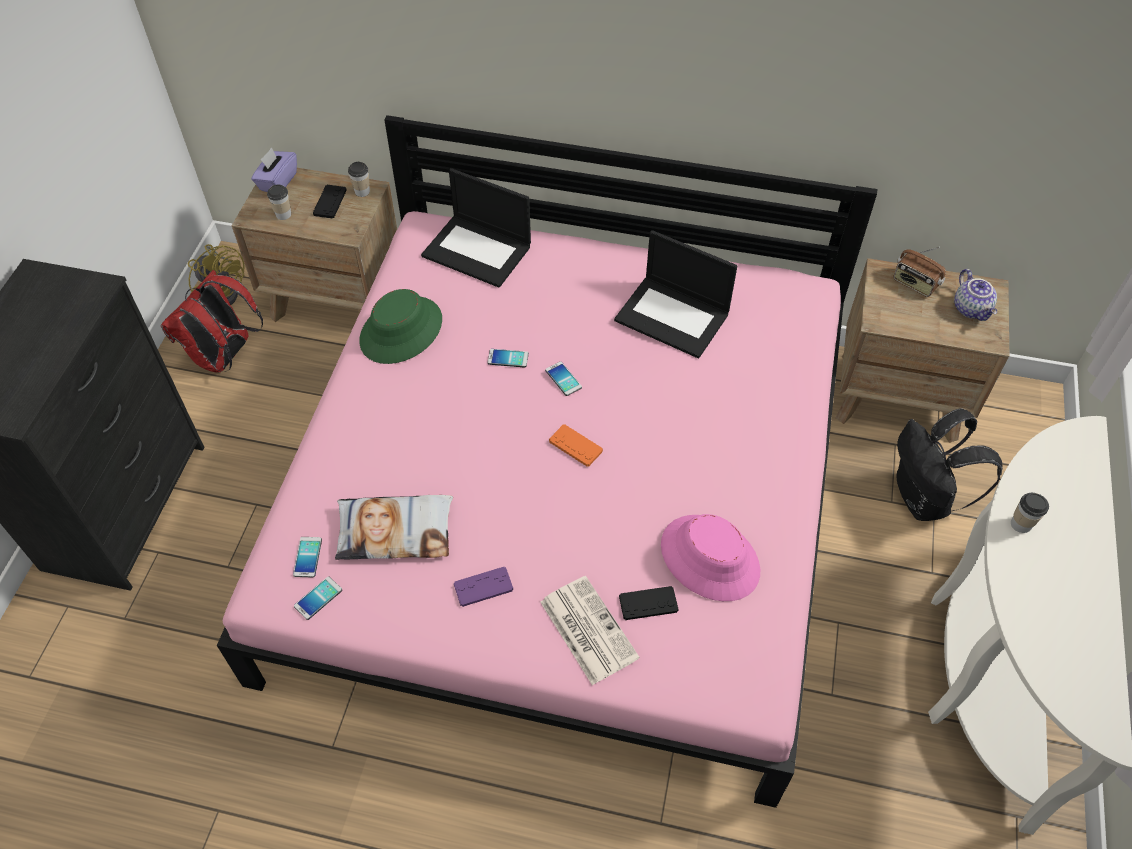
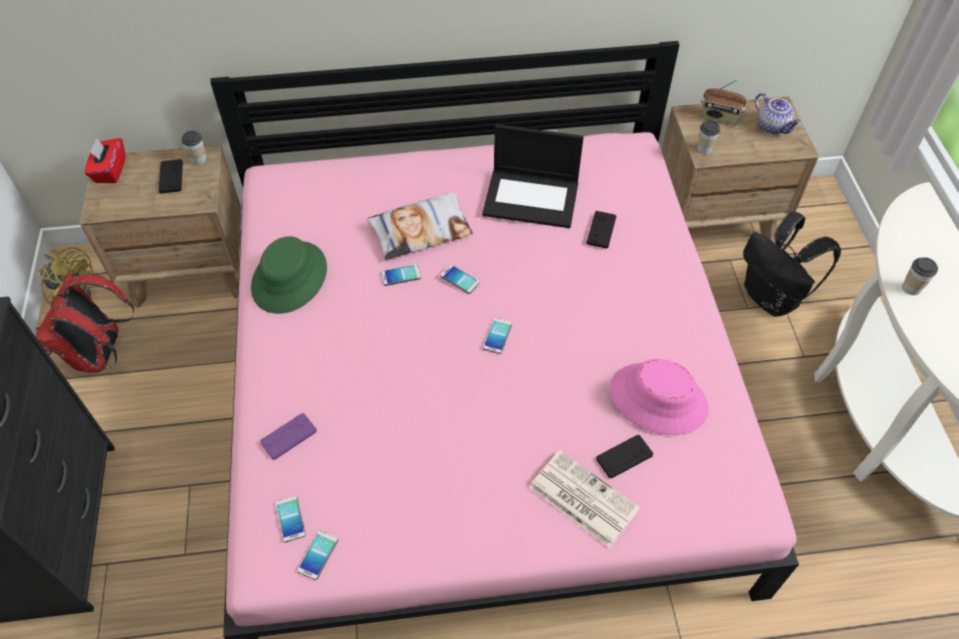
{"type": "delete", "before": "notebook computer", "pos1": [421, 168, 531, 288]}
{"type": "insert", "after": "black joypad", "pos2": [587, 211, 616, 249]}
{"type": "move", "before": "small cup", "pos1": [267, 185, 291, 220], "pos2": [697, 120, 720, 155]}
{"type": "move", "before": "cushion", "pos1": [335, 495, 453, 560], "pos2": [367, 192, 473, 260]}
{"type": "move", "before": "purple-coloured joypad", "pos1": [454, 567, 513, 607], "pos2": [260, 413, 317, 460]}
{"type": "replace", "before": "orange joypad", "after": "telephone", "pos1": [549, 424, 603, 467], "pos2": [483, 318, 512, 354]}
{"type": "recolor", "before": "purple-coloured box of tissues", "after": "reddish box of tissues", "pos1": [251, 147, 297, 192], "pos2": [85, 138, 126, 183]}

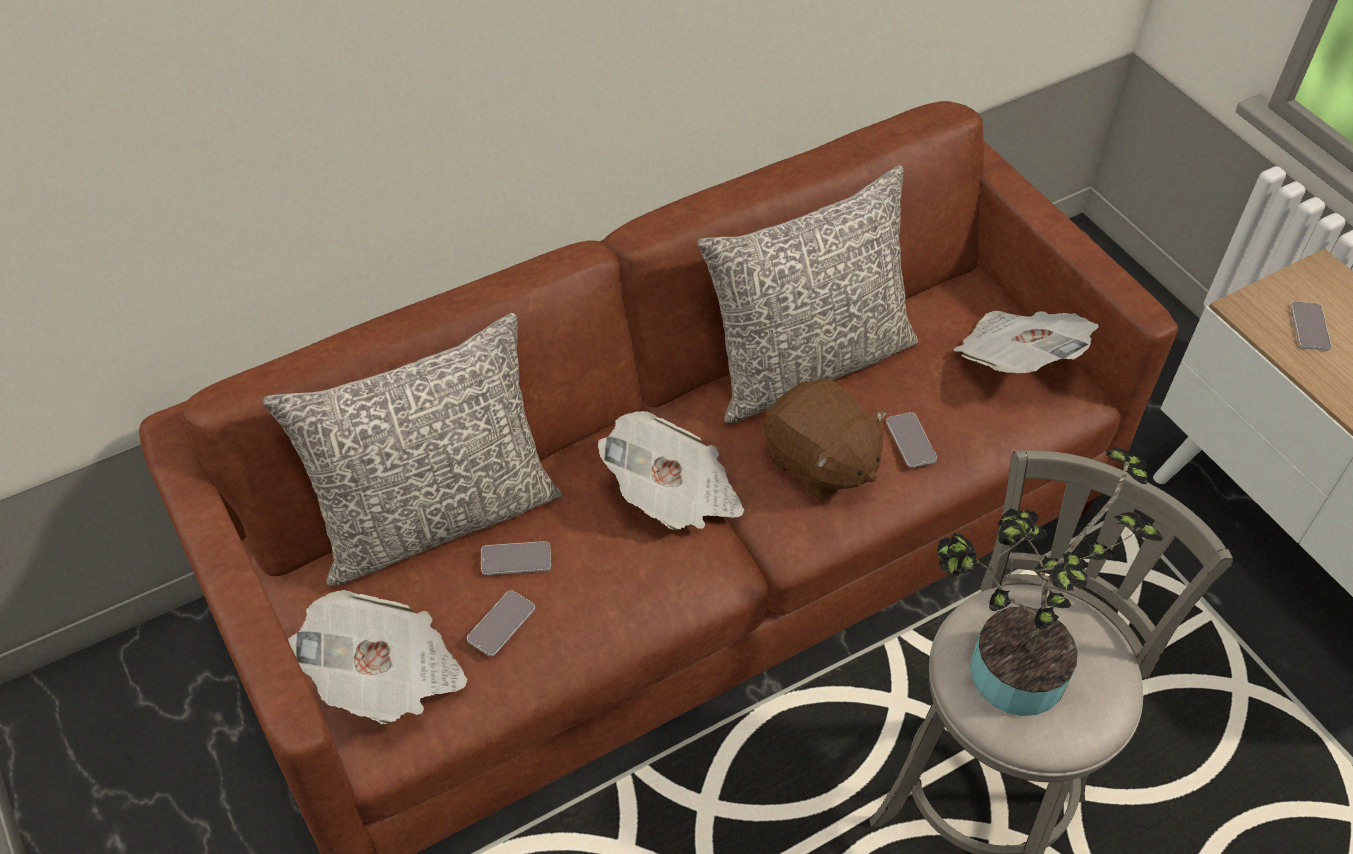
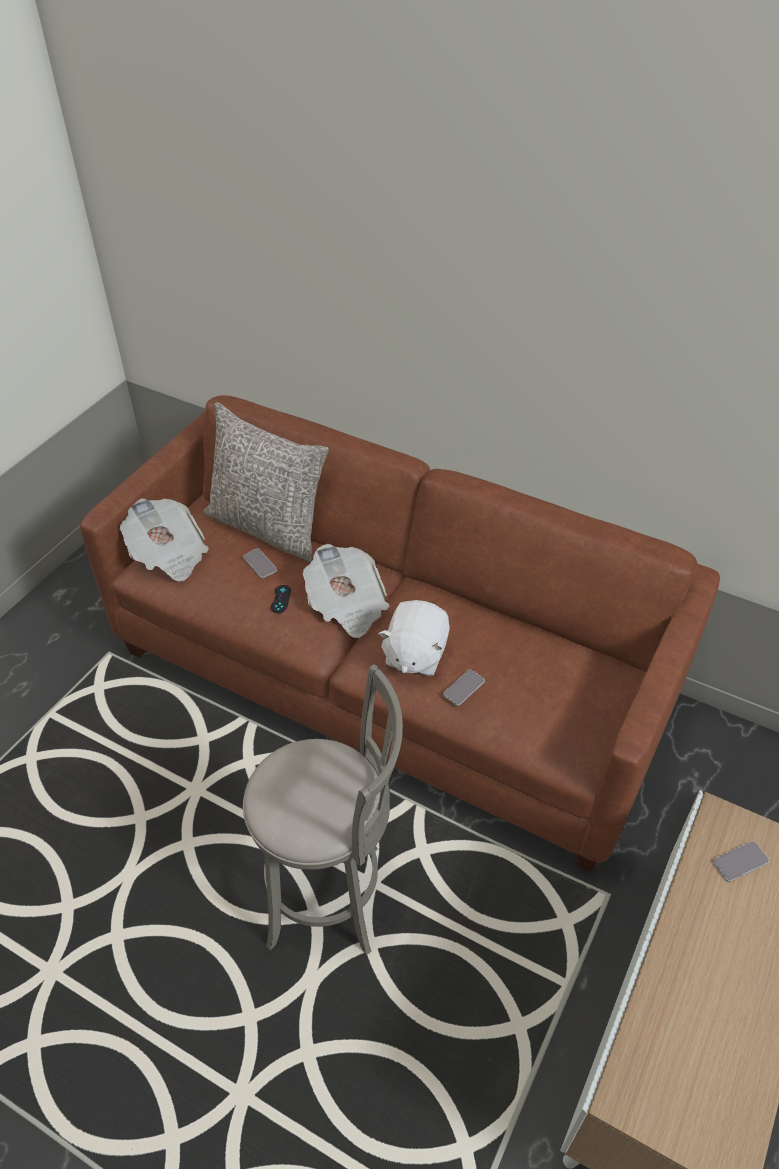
{"type": "delete", "before": "telephone", "pos1": [467, 590, 535, 657]}
{"type": "delete", "before": "grey cushion", "pos1": [697, 165, 918, 423]}
{"type": "delete", "before": "plant in a pot", "pos1": [937, 447, 1163, 716]}
{"type": "delete", "before": "newspaper", "pos1": [954, 310, 1099, 373]}
{"type": "insert", "after": "black joypad", "pos2": [271, 585, 291, 613]}
{"type": "recolor", "before": "brown cuddly toy", "after": "whitish cuddly toy", "pos1": [763, 378, 887, 501], "pos2": [378, 600, 450, 676]}

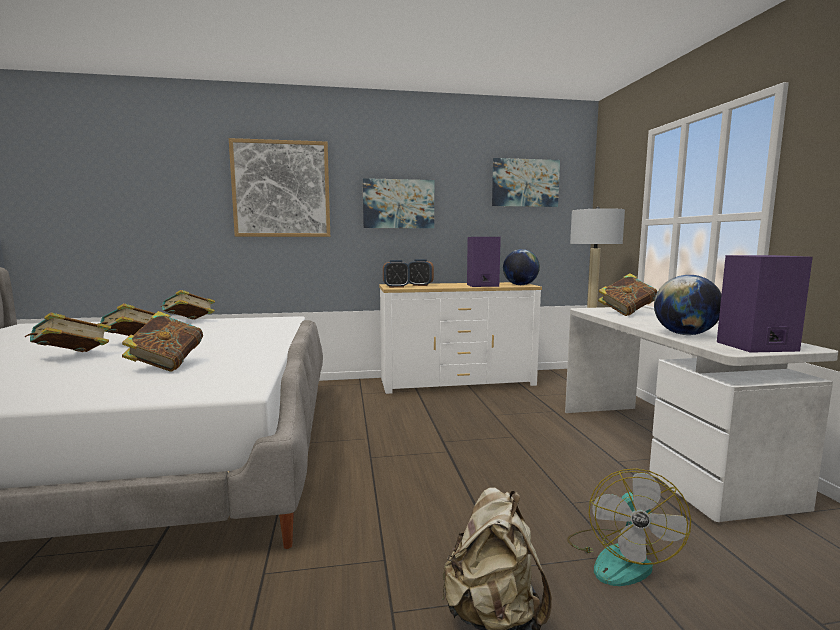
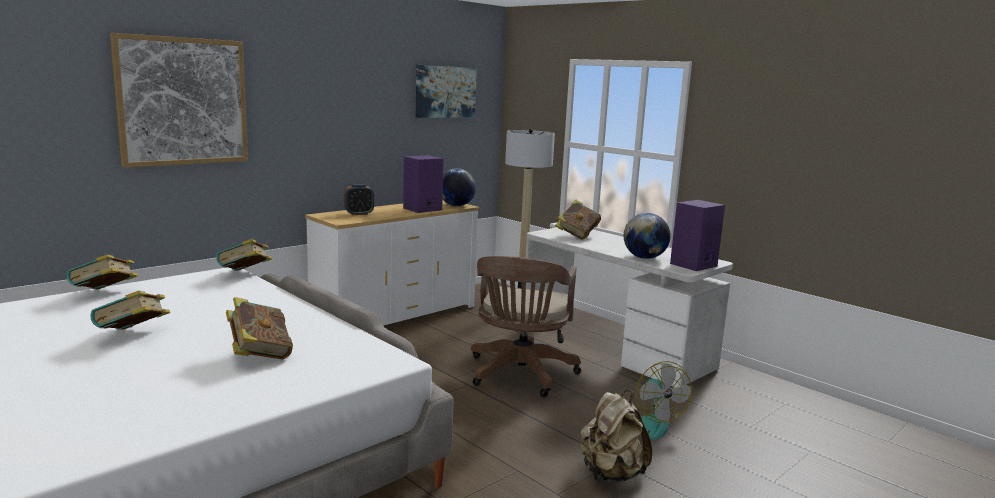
{"type": "delete", "before": "picture", "pos1": [363, 178, 434, 228]}
{"type": "delete", "before": "table clock", "pos1": [383, 260, 410, 288]}
{"type": "insert", "after": "brown office chair", "pos2": [471, 256, 581, 397]}
{"type": "move", "before": "book", "pos1": [25, 313, 111, 352], "pos2": [216, 239, 272, 271]}

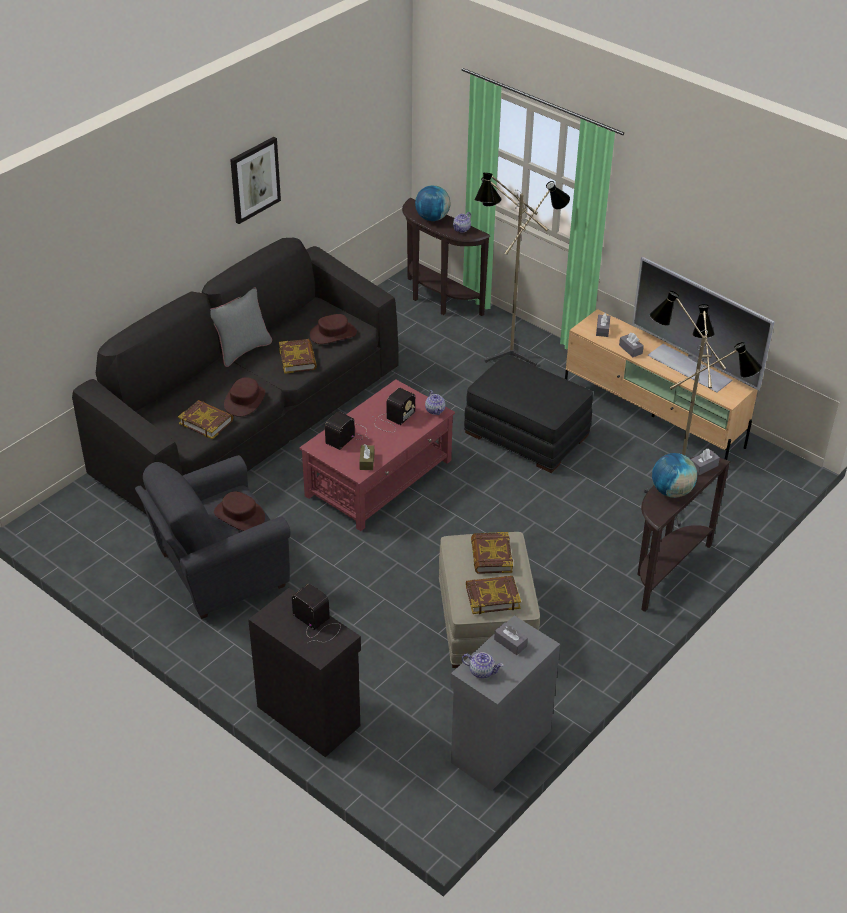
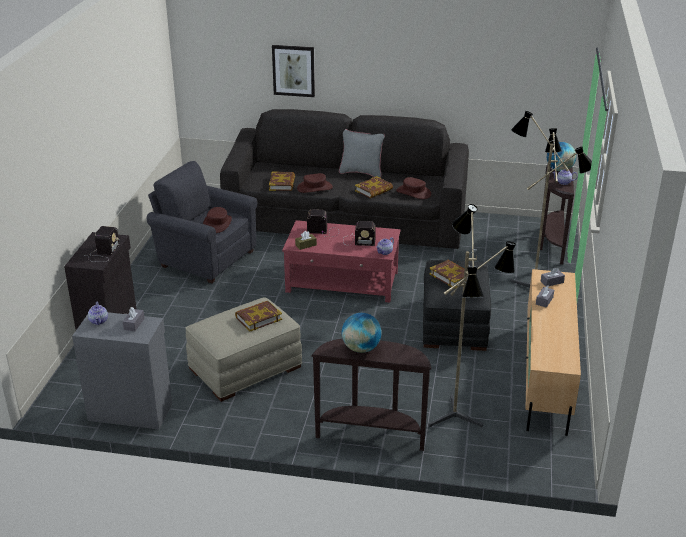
{"type": "delete", "before": "television", "pos1": [632, 257, 774, 392]}
{"type": "delete", "before": "grey box of tissues", "pos1": [691, 449, 720, 475]}
{"type": "move", "before": "picture", "pos1": [230, 137, 281, 224], "pos2": [272, 45, 315, 97]}
{"type": "move", "before": "book", "pos1": [466, 576, 521, 614], "pos2": [429, 260, 468, 289]}

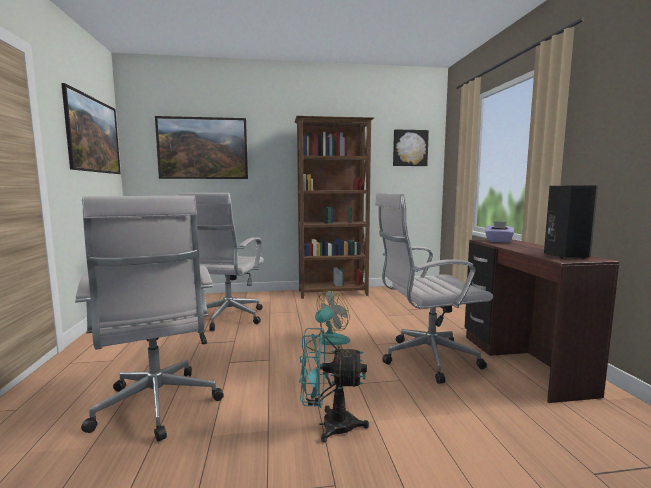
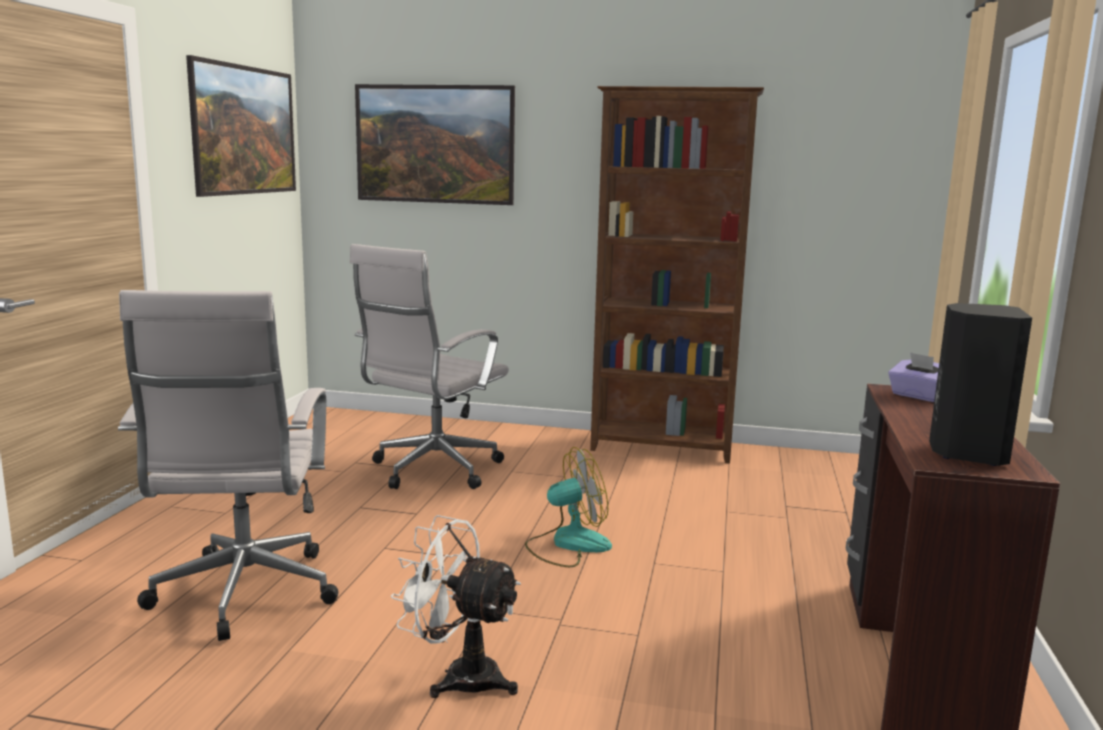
{"type": "delete", "before": "whitish office chair", "pos1": [375, 193, 493, 384]}
{"type": "delete", "before": "picture", "pos1": [393, 129, 429, 166]}
{"type": "recolor", "before": "blue-green fan", "after": "whitish fan", "pos1": [299, 328, 369, 443], "pos2": [391, 515, 521, 698]}

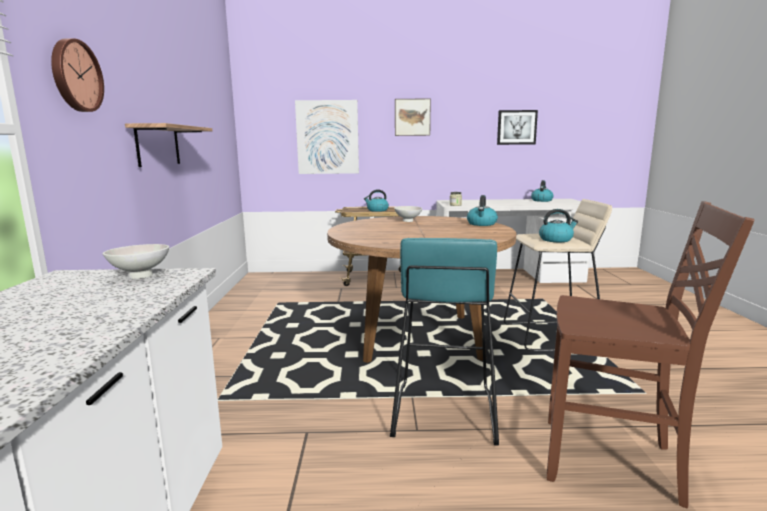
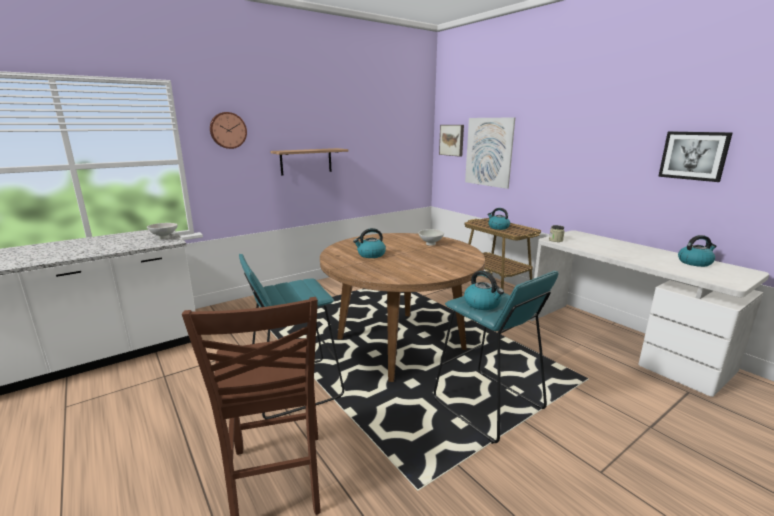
{"type": "move", "before": "picture", "pos1": [395, 98, 431, 136], "pos2": [439, 125, 464, 157]}
{"type": "move", "before": "water kettle", "pos1": [467, 195, 498, 226], "pos2": [353, 228, 386, 258]}
{"type": "recolor", "before": "beige stool", "after": "blue-green stool", "pos1": [504, 199, 612, 351], "pos2": [434, 271, 558, 444]}

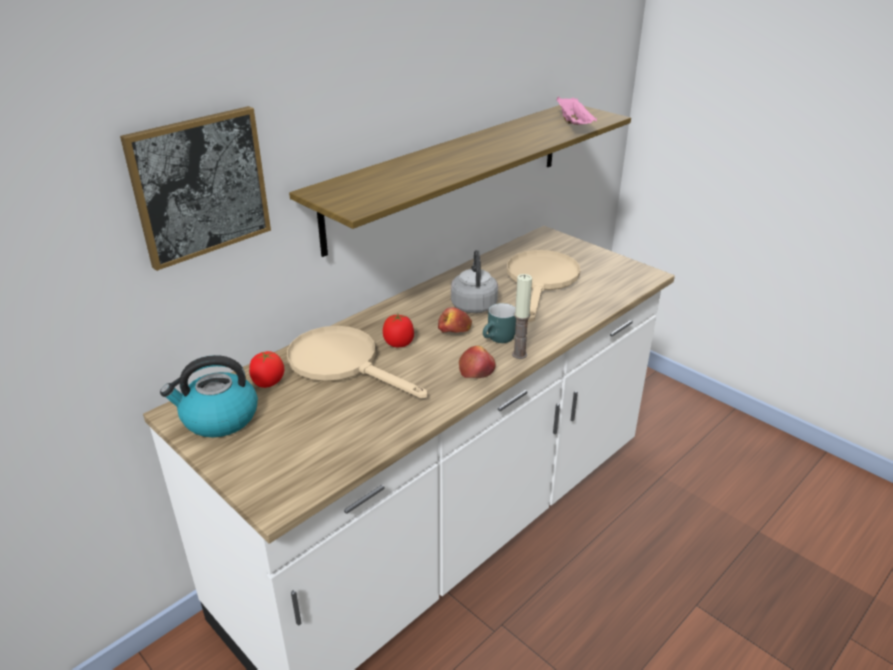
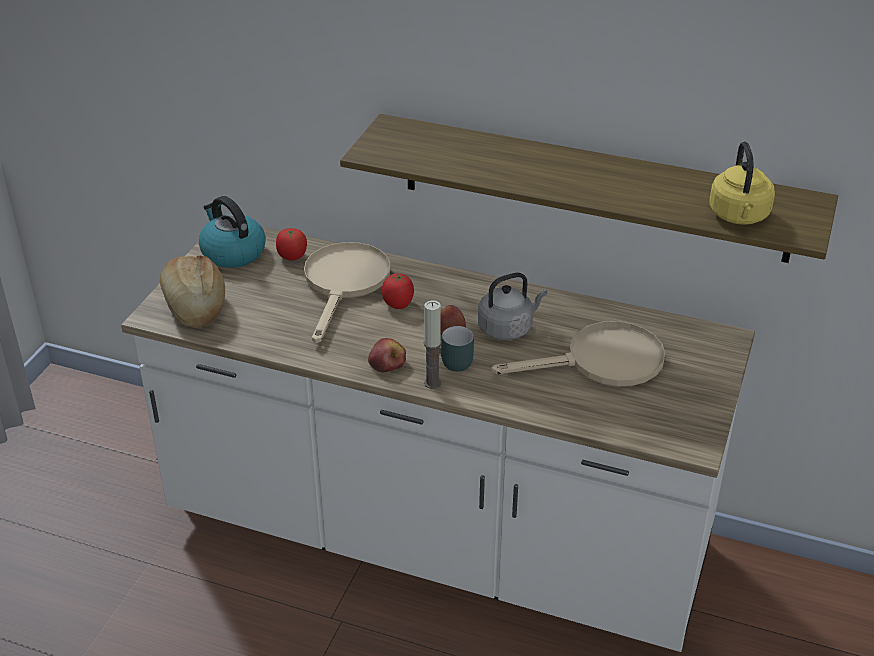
{"type": "delete", "before": "picture", "pos1": [120, 106, 271, 271]}
{"type": "insert", "after": "bakery bread", "pos2": [160, 256, 225, 327]}
{"type": "replace", "before": "pink serving tray", "after": "yellow-coloured water kettle", "pos1": [557, 96, 597, 125], "pos2": [710, 141, 775, 225]}

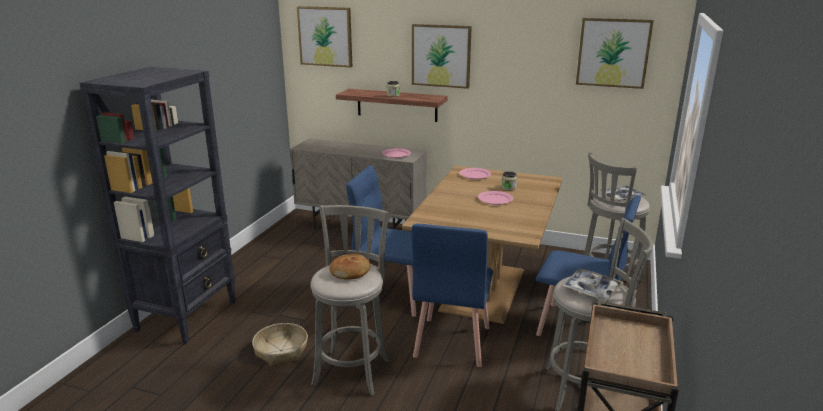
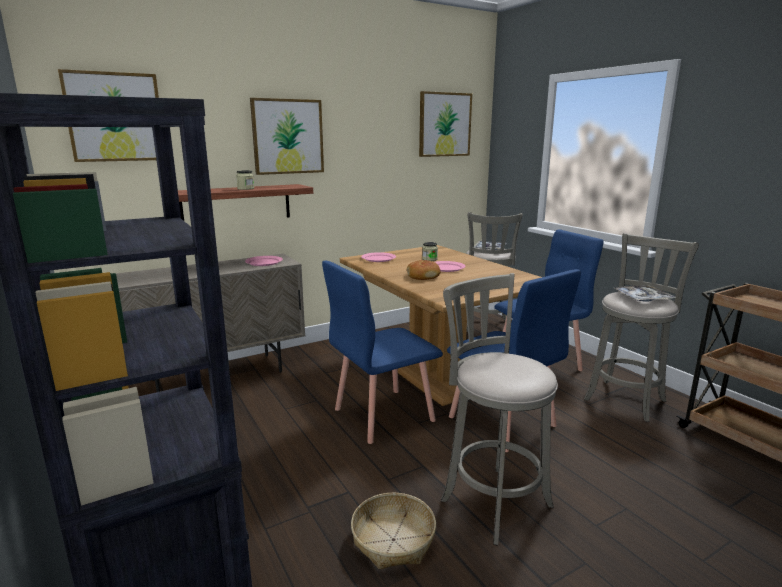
{"type": "move", "before": "bakery bread", "pos1": [329, 254, 370, 280], "pos2": [407, 260, 441, 280]}

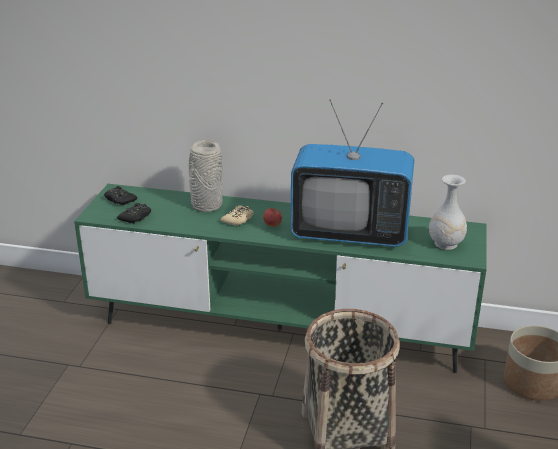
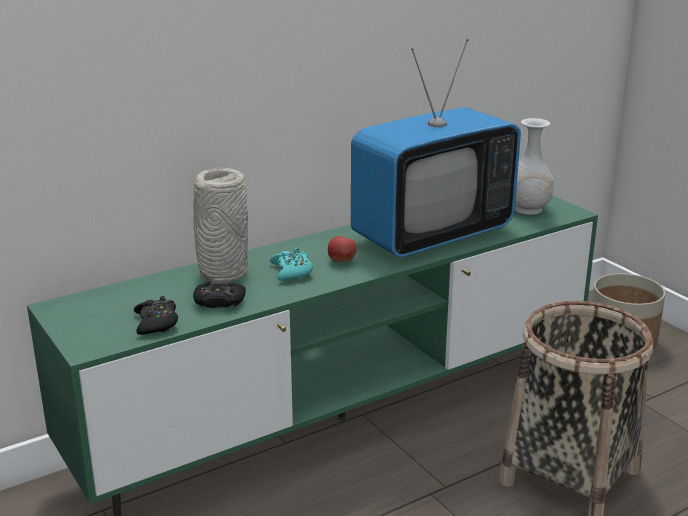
{"type": "move", "before": "black joypad", "pos1": [104, 186, 137, 205], "pos2": [193, 281, 246, 308]}
{"type": "recolor", "before": "beige joypad", "after": "blue-green joypad", "pos1": [221, 205, 254, 226], "pos2": [270, 248, 313, 281]}

